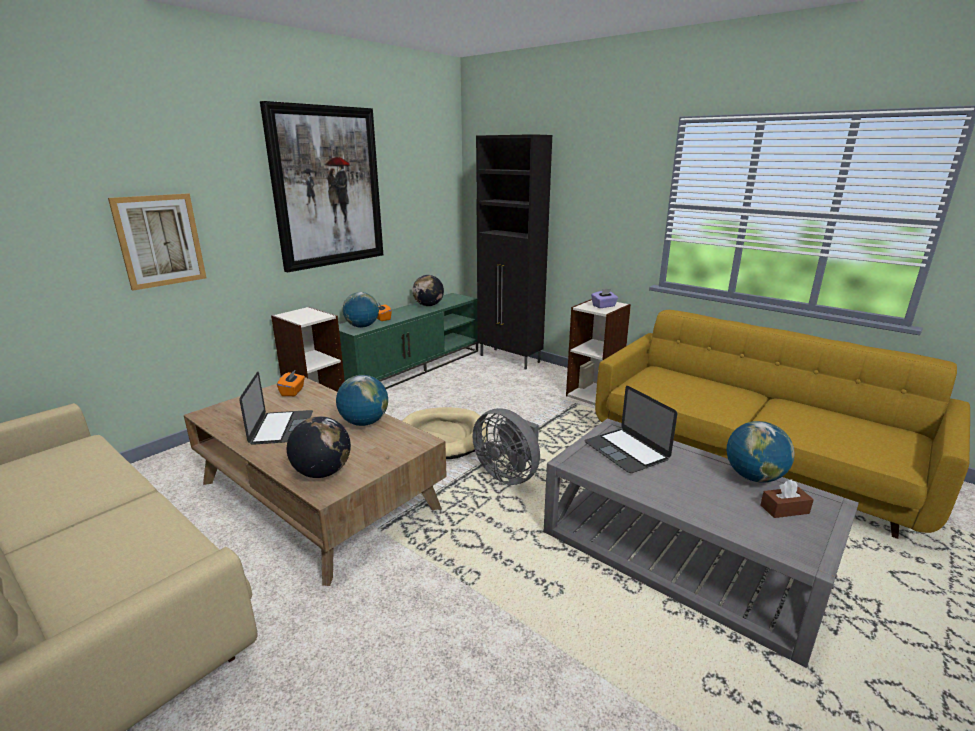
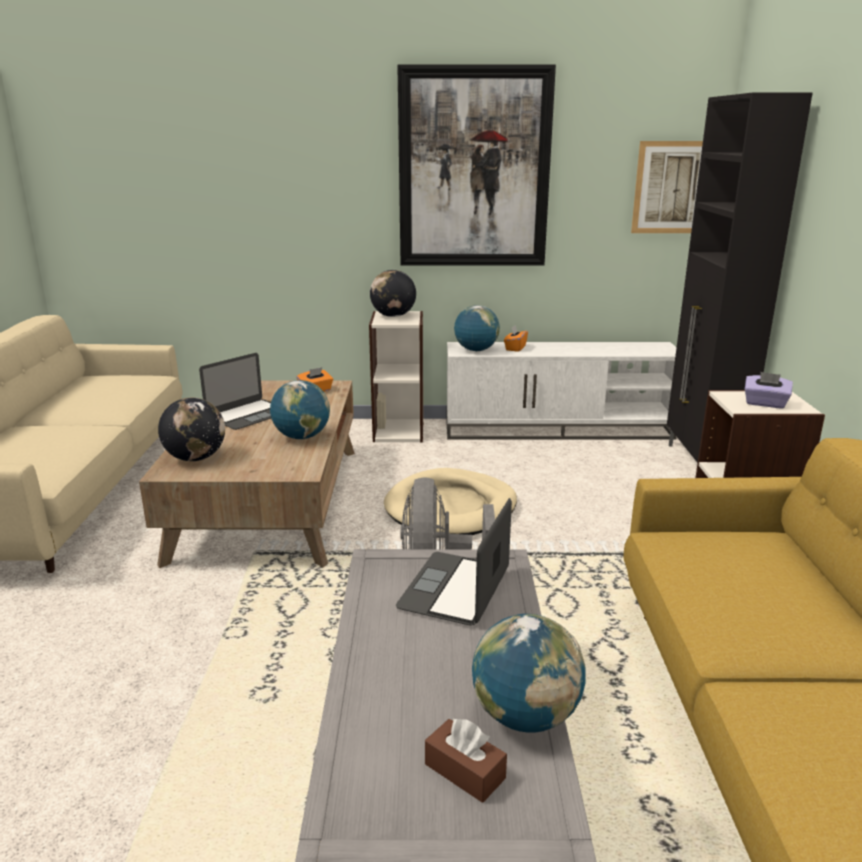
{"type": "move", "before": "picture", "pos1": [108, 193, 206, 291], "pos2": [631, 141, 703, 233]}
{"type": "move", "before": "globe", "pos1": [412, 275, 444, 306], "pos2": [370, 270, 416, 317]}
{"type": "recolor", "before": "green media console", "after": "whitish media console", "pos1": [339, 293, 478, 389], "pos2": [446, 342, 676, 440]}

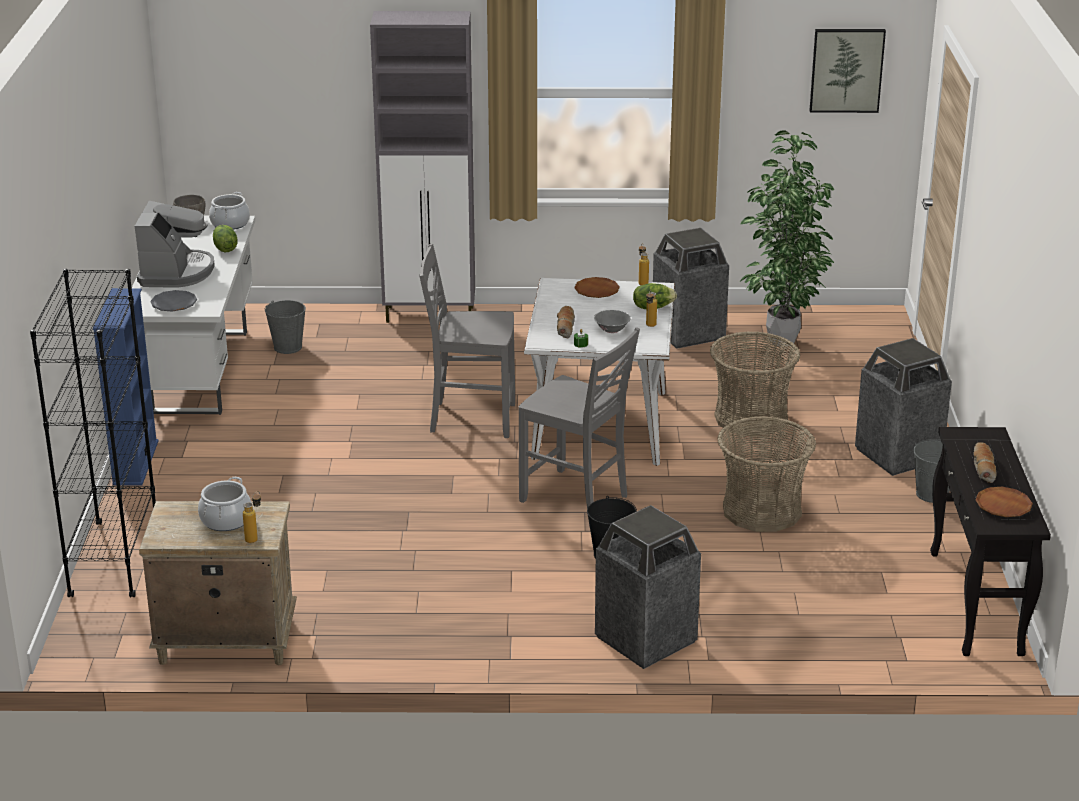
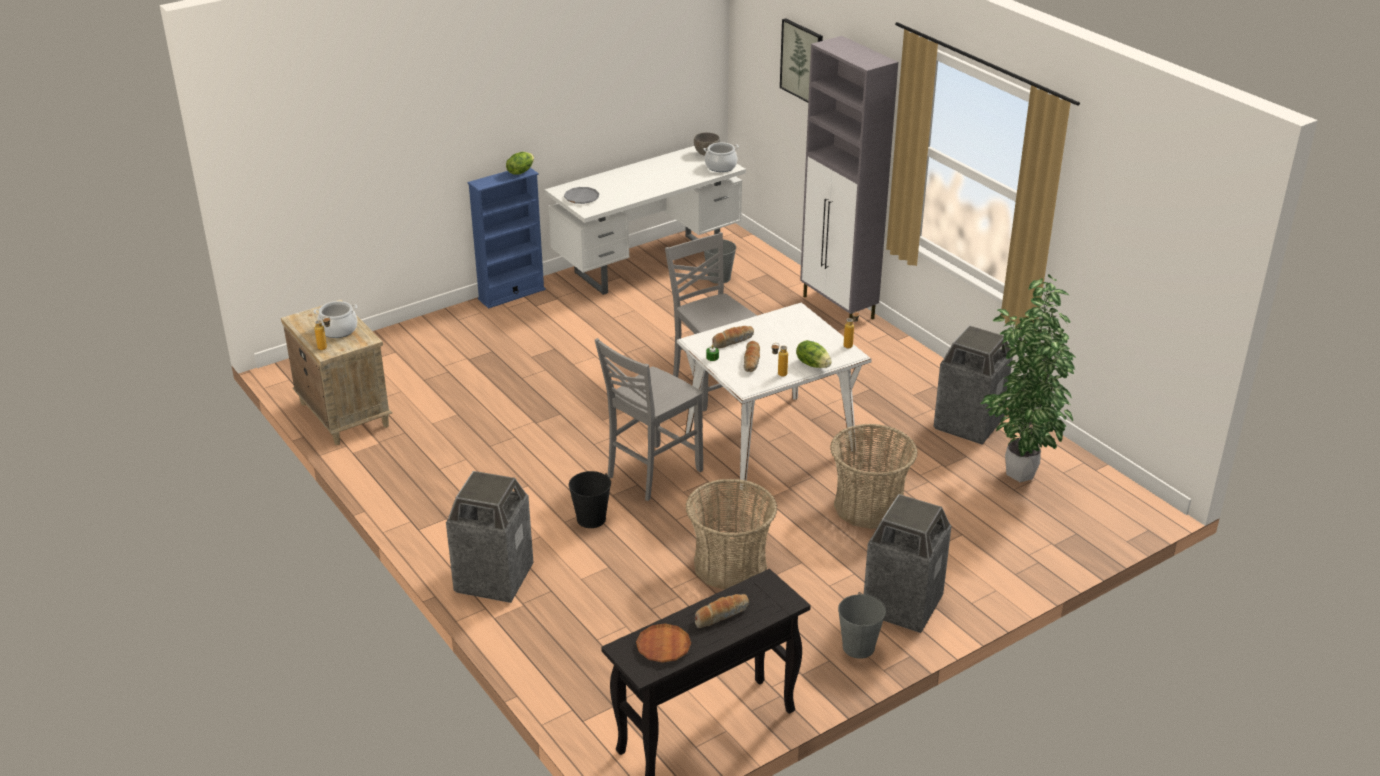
{"type": "delete", "before": "black bookshelf", "pos1": [30, 268, 156, 597]}
{"type": "delete", "before": "coffee maker", "pos1": [135, 201, 215, 288]}
{"type": "delete", "before": "brown dinner plate", "pos1": [574, 277, 620, 298]}
{"type": "move", "before": "lettuce head", "pos1": [213, 225, 238, 252], "pos2": [506, 152, 534, 175]}
{"type": "move", "before": "picture", "pos1": [810, 29, 886, 113], "pos2": [780, 18, 823, 102]}
{"type": "replace", "before": "grey bowl", "after": "bakery bread", "pos1": [594, 310, 631, 333], "pos2": [743, 341, 760, 372]}
{"type": "rotate", "before": "grey plain chair", "pos1": [518, 327, 640, 508], "pos2": [595, 338, 703, 501], "turn": 45}

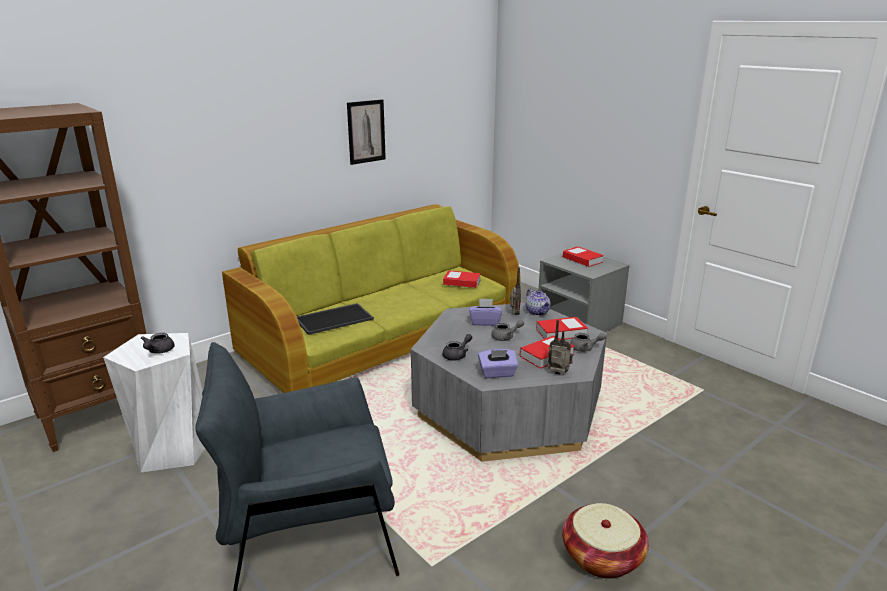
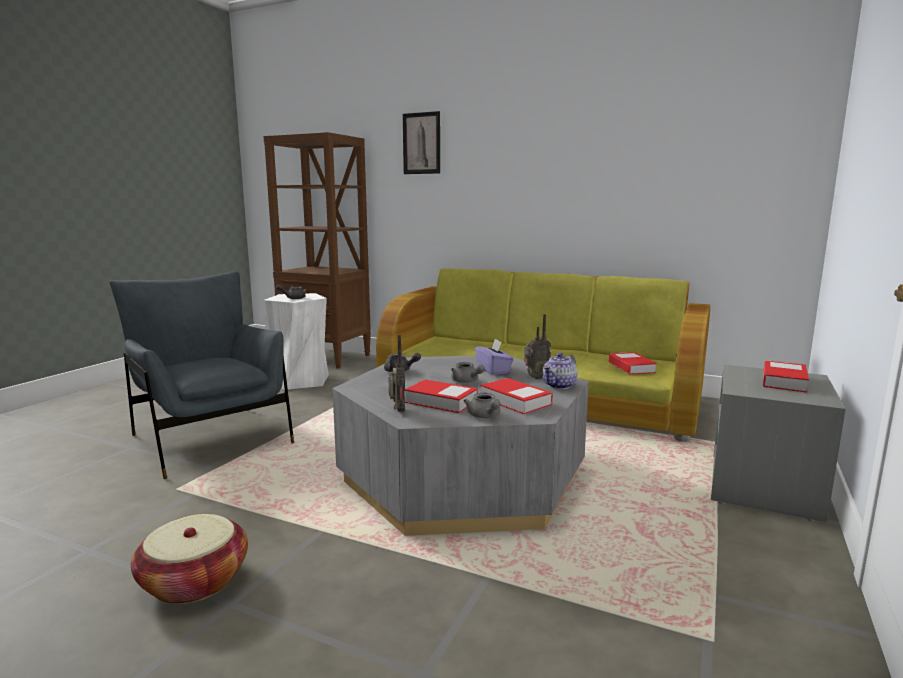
{"type": "delete", "before": "serving tray", "pos1": [297, 303, 374, 335]}
{"type": "delete", "before": "purple-coloured box of tissues", "pos1": [478, 349, 519, 378]}
{"type": "move", "before": "picture", "pos1": [347, 99, 386, 165], "pos2": [403, 111, 440, 174]}

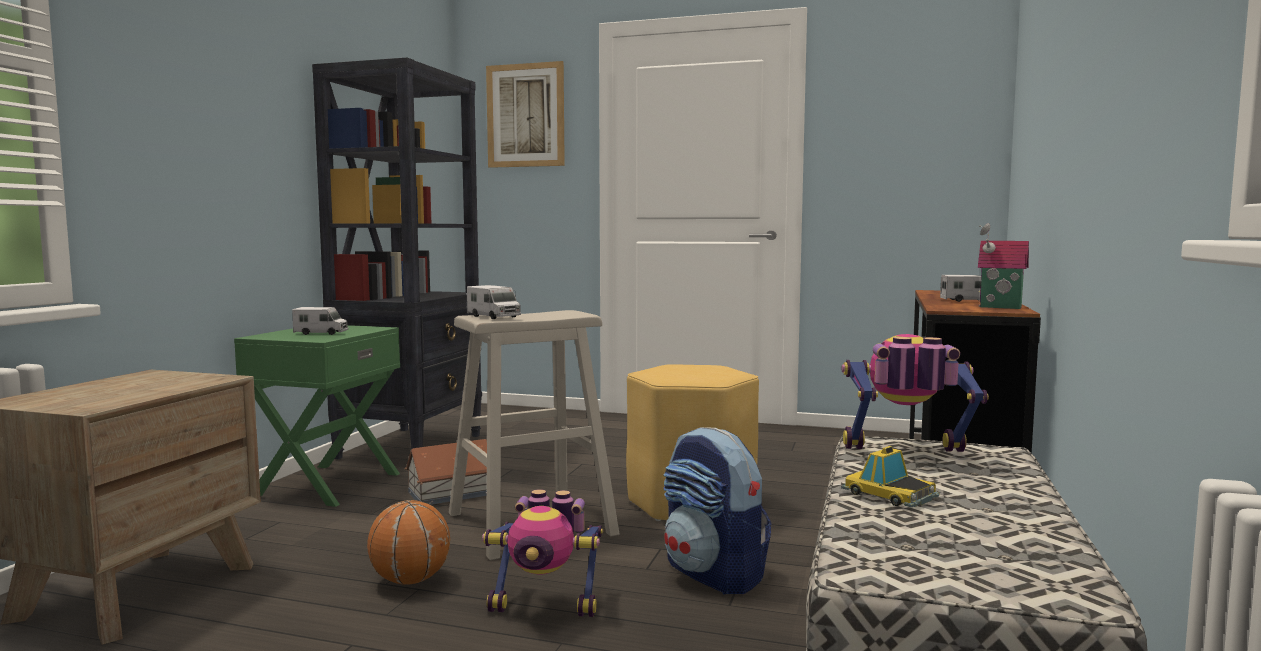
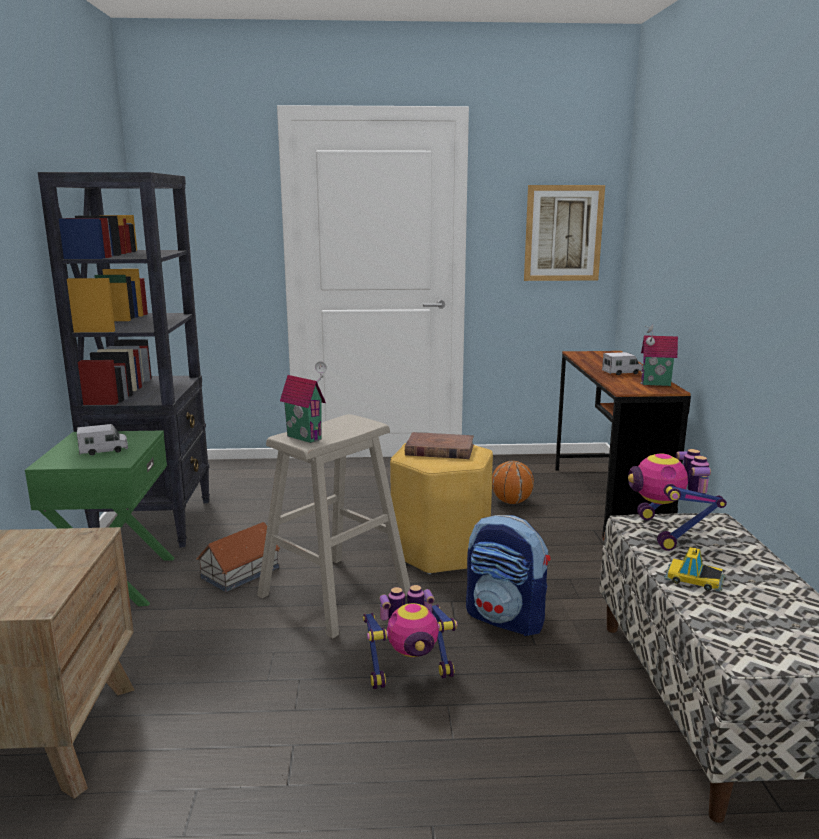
{"type": "insert", "after": "brown book", "pos2": [405, 432, 474, 459]}
{"type": "move", "before": "basketball ball", "pos1": [367, 500, 450, 585], "pos2": [492, 461, 534, 504]}
{"type": "move", "before": "picture", "pos1": [486, 61, 565, 168], "pos2": [524, 185, 605, 281]}
{"type": "replace", "before": "model truck", "after": "miniature house", "pos1": [467, 285, 521, 319], "pos2": [280, 361, 327, 443]}
{"type": "rotate", "before": "toy robot", "pos1": [841, 334, 989, 452], "pos2": [628, 449, 727, 551], "turn": -75}

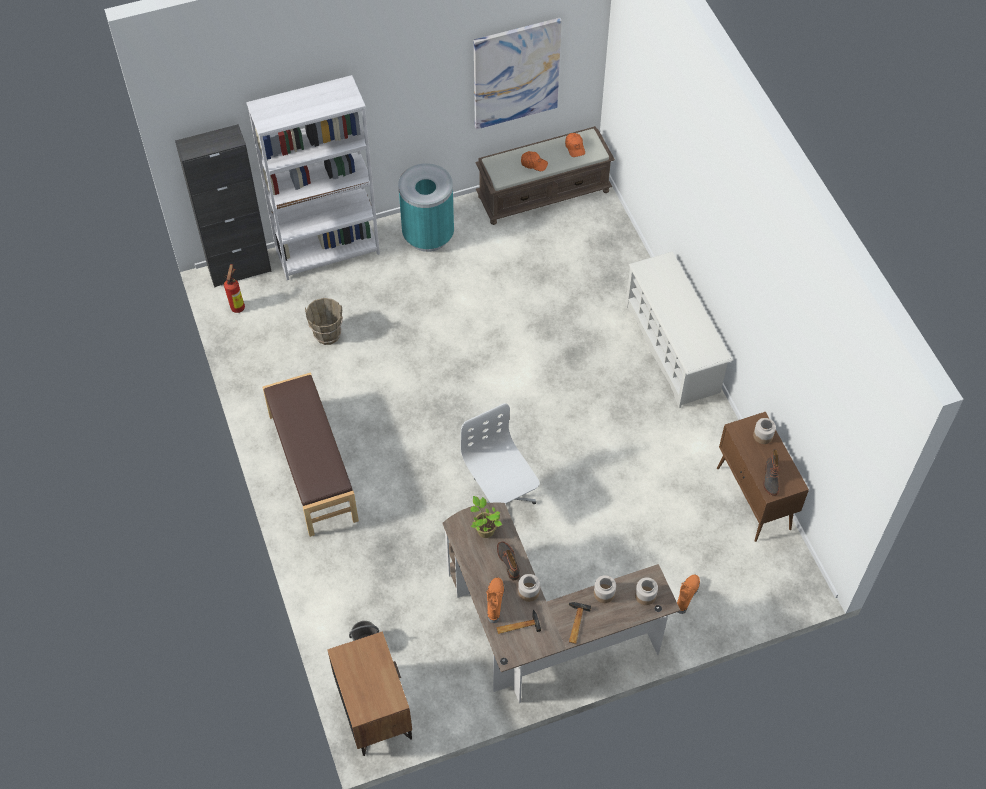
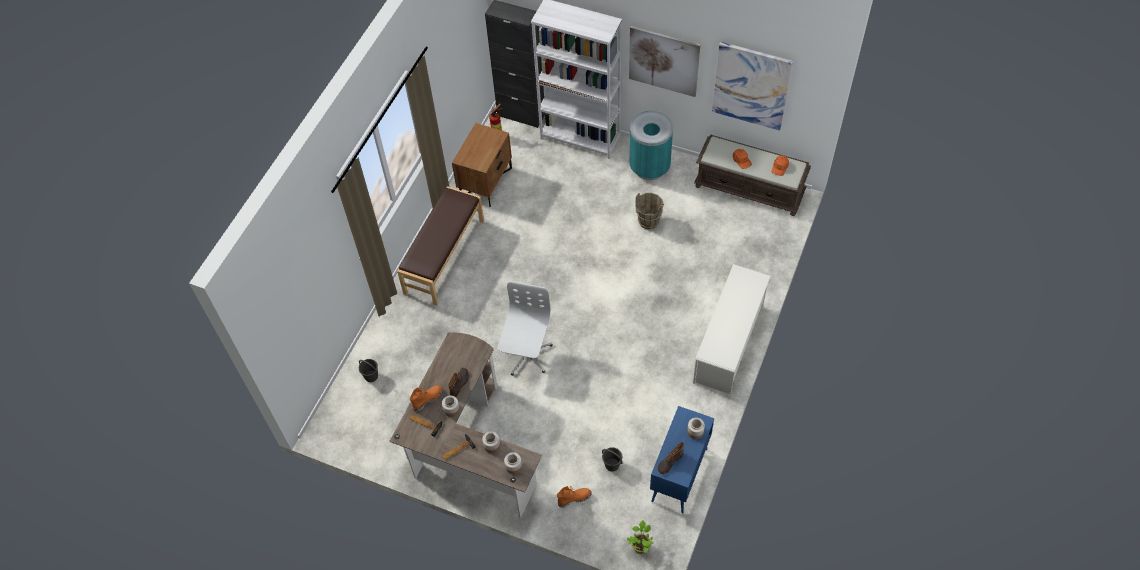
{"type": "insert", "after": "grey pail", "pos2": [602, 447, 623, 471]}
{"type": "insert", "after": "picture", "pos2": [629, 26, 700, 97]}
{"type": "move", "before": "brown pail", "pos1": [305, 298, 343, 345], "pos2": [635, 193, 664, 230]}
{"type": "move", "before": "brown bedside table", "pos1": [328, 631, 412, 756], "pos2": [452, 123, 512, 207]}
{"type": "move", "before": "plant in a pot", "pos1": [470, 496, 502, 538], "pos2": [627, 520, 654, 554]}
{"type": "recolor", "before": "brown cupboard", "after": "bluish cupboard", "pos1": [717, 412, 809, 542], "pos2": [650, 406, 714, 514]}

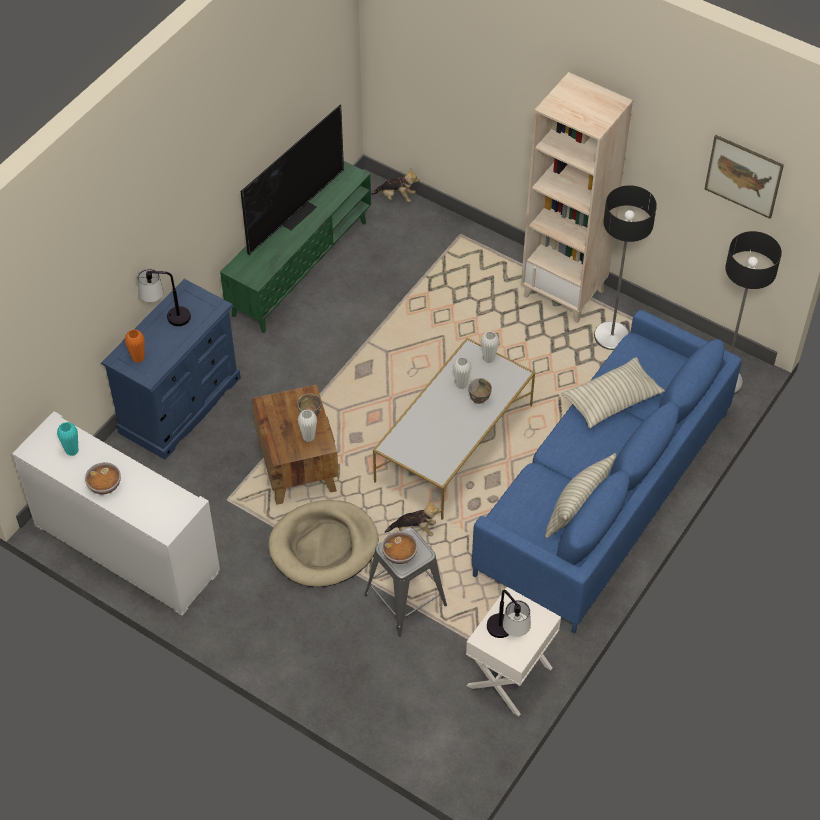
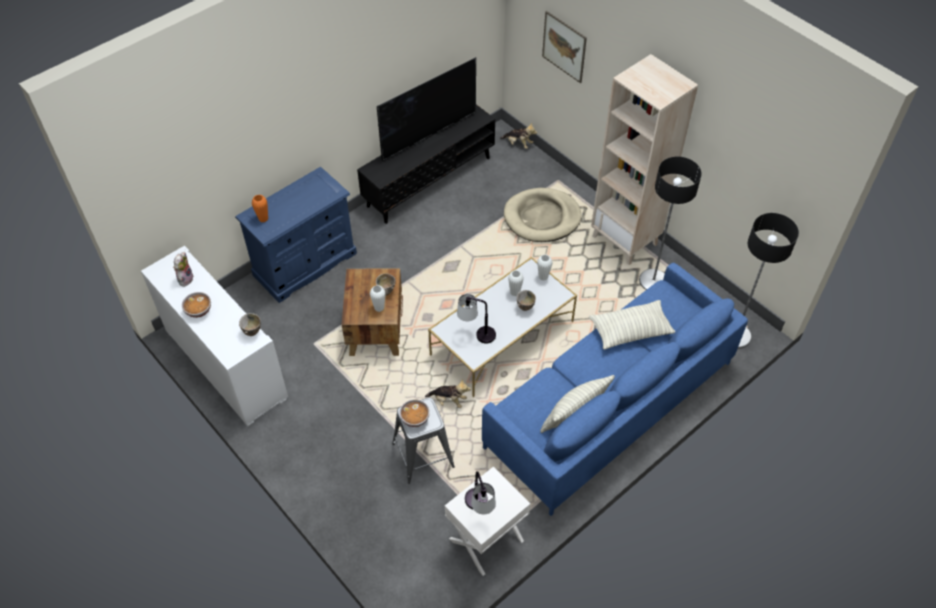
{"type": "insert", "after": "bowl", "pos2": [239, 313, 261, 336]}
{"type": "move", "before": "lamp for a table", "pos1": [138, 269, 191, 326], "pos2": [457, 294, 496, 343]}
{"type": "move", "before": "beige dog cushion", "pos1": [269, 500, 379, 587], "pos2": [504, 188, 582, 242]}
{"type": "move", "before": "picture", "pos1": [705, 135, 784, 219], "pos2": [542, 11, 587, 83]}
{"type": "replace", "before": "blue-green vase", "after": "cuddly toy", "pos1": [57, 422, 78, 456], "pos2": [173, 252, 194, 287]}
{"type": "recolor", "before": "green media console", "after": "black media console", "pos1": [220, 161, 371, 333], "pos2": [357, 104, 495, 224]}

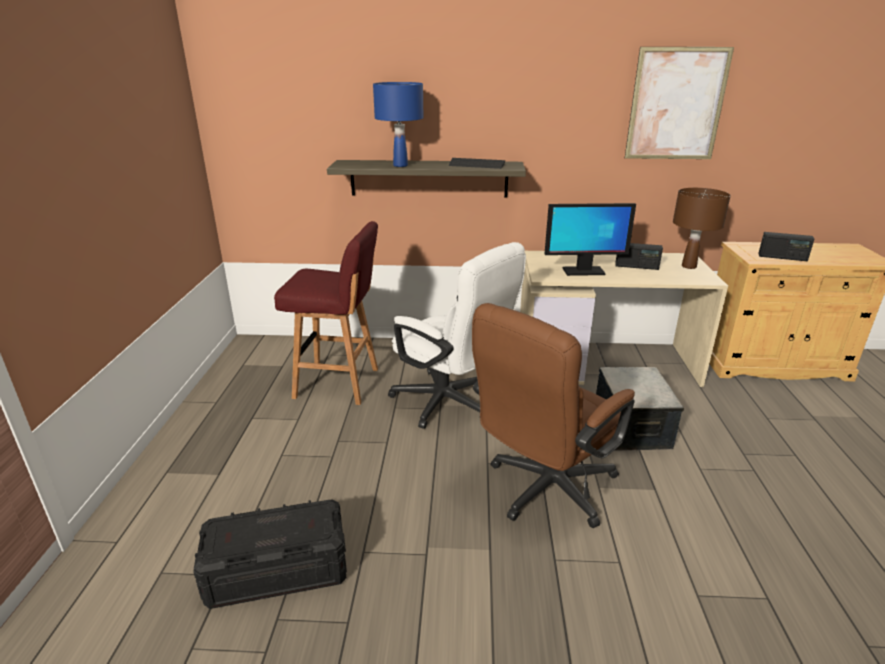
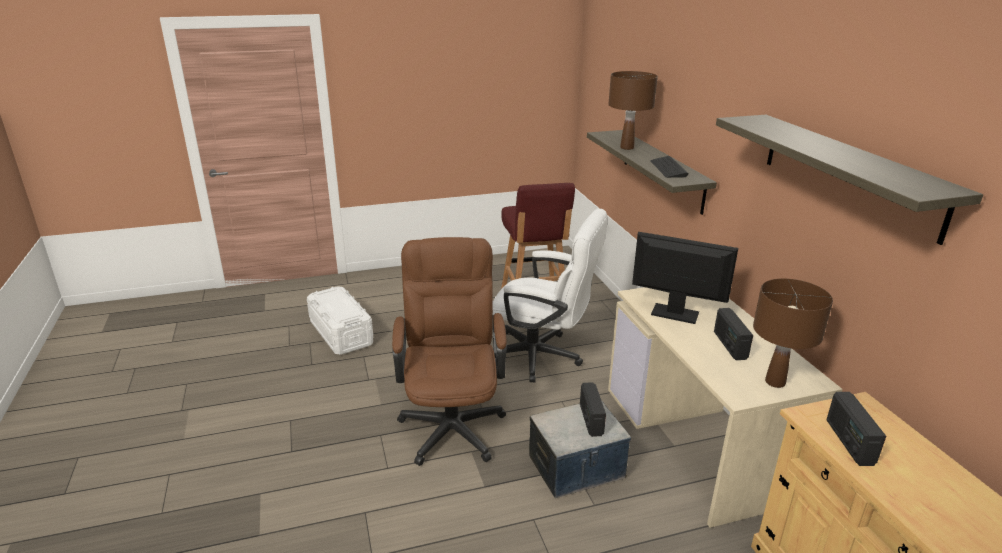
{"type": "insert", "after": "radio", "pos2": [580, 382, 606, 437]}
{"type": "replace", "before": "picture", "after": "wall shelf", "pos1": [625, 47, 734, 159], "pos2": [716, 115, 983, 245]}
{"type": "recolor", "before": "black storage container", "after": "whitish storage container", "pos1": [193, 500, 347, 609], "pos2": [307, 286, 373, 355]}
{"type": "recolor", "before": "bluish lamp for a table", "after": "brown lamp for a table", "pos1": [373, 82, 423, 167], "pos2": [608, 71, 658, 150]}
{"type": "rotate", "before": "whitish office chair", "pos1": [388, 242, 526, 429], "pos2": [493, 209, 608, 382], "turn": -90}
{"type": "rotate", "before": "brown office chair", "pos1": [472, 303, 635, 528], "pos2": [392, 237, 507, 466], "turn": 60}
{"type": "rotate", "before": "monitor", "pos1": [544, 203, 636, 276], "pos2": [632, 232, 738, 324], "turn": 135}

